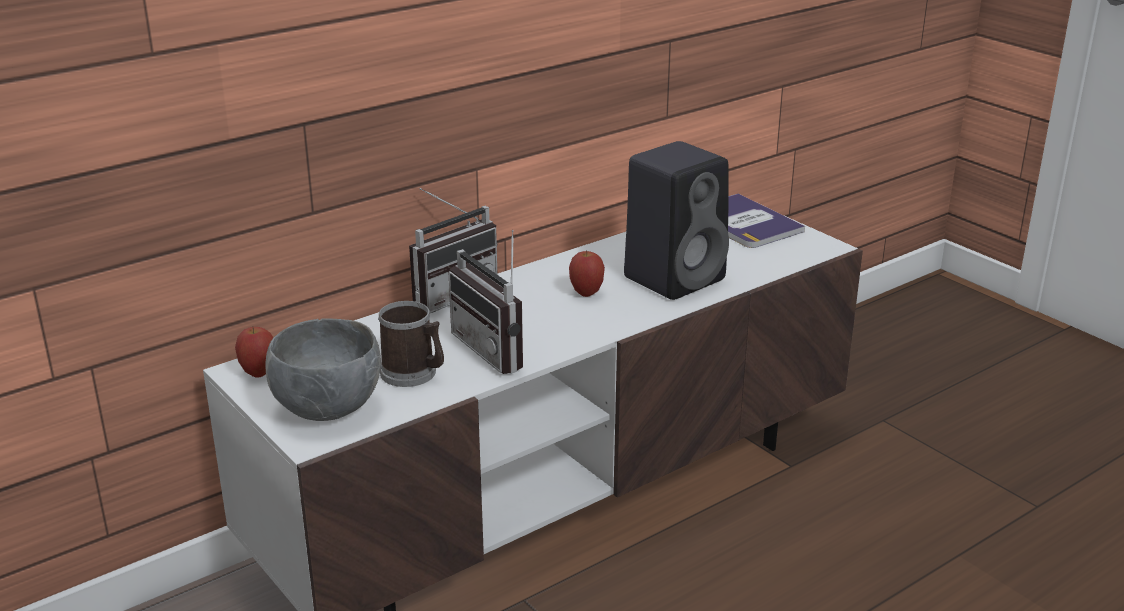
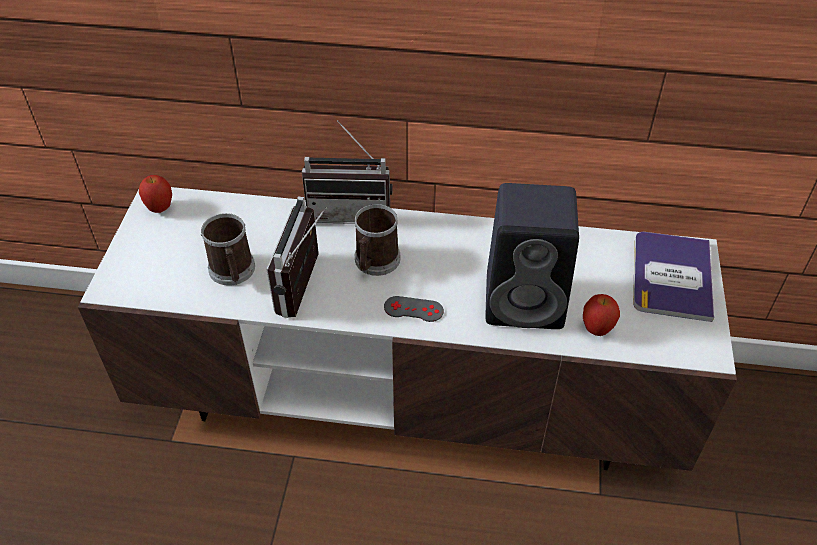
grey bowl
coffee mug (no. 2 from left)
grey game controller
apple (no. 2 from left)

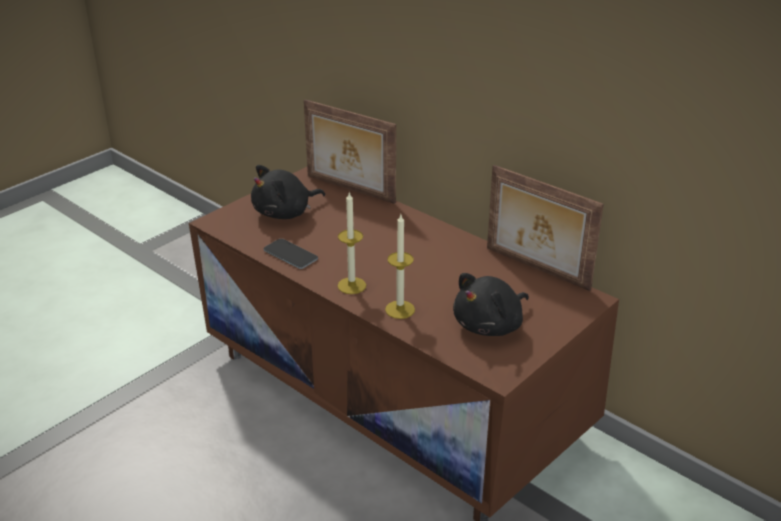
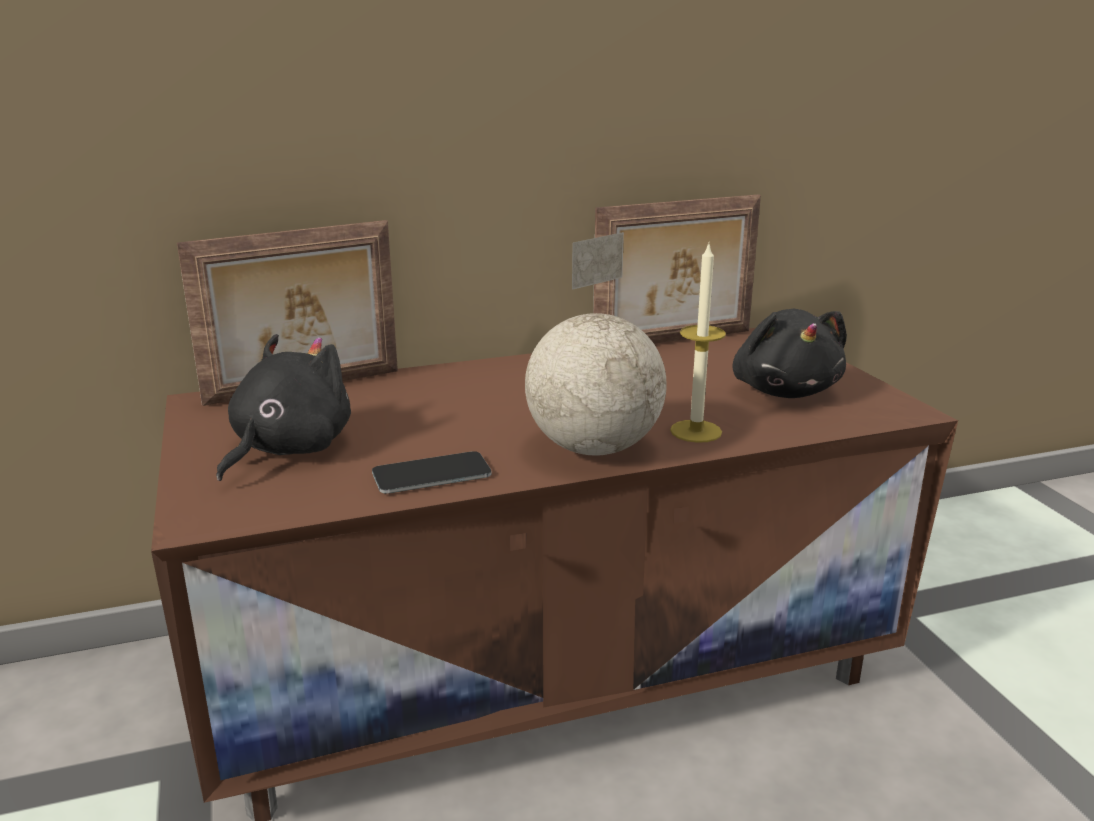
globe
blackish soft toy (no. 1 from left)

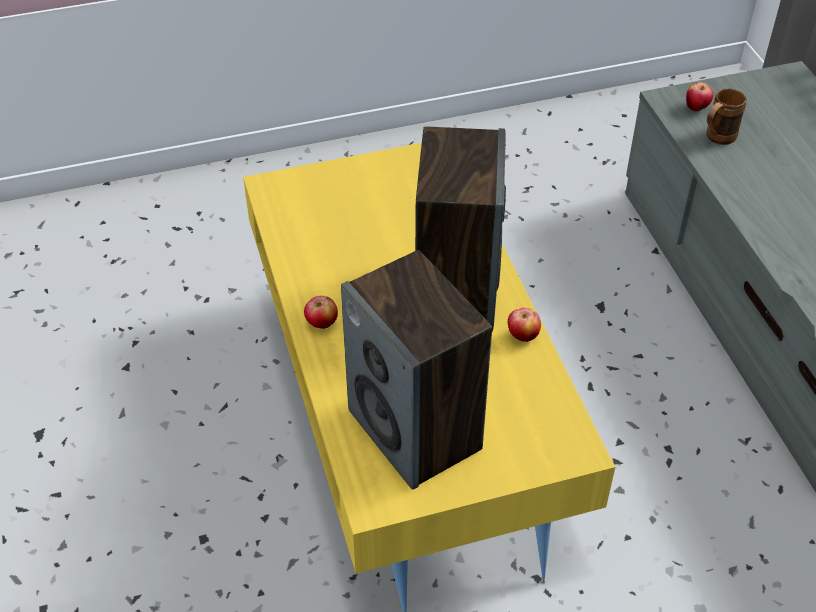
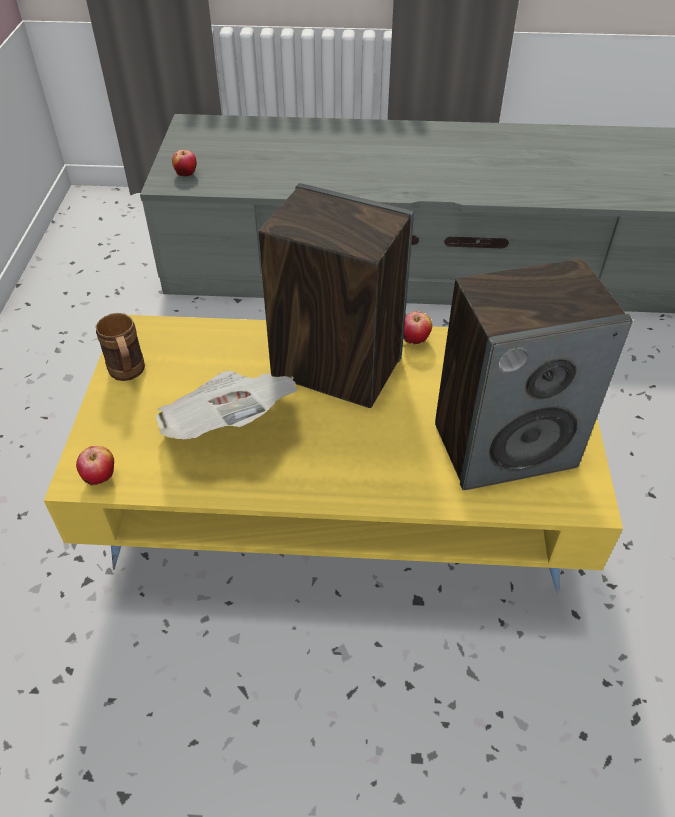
printed paper
apple (no. 1 from left)
brown-coloured coffee mug

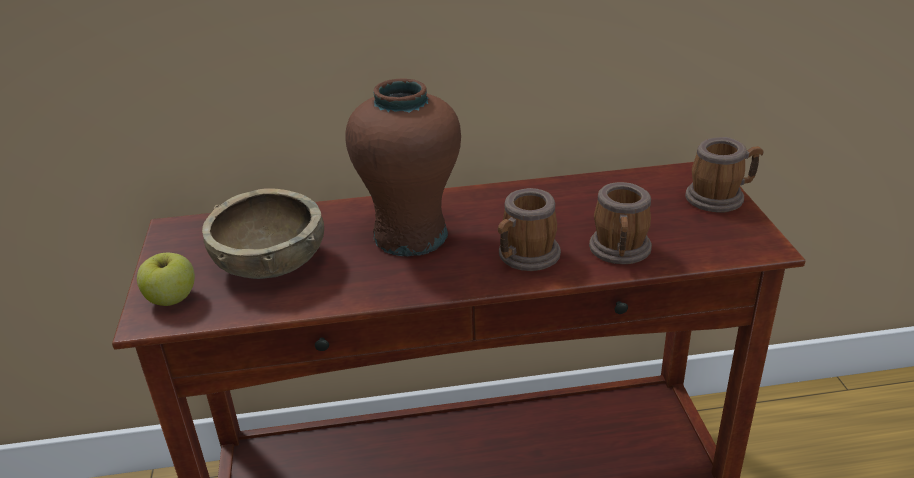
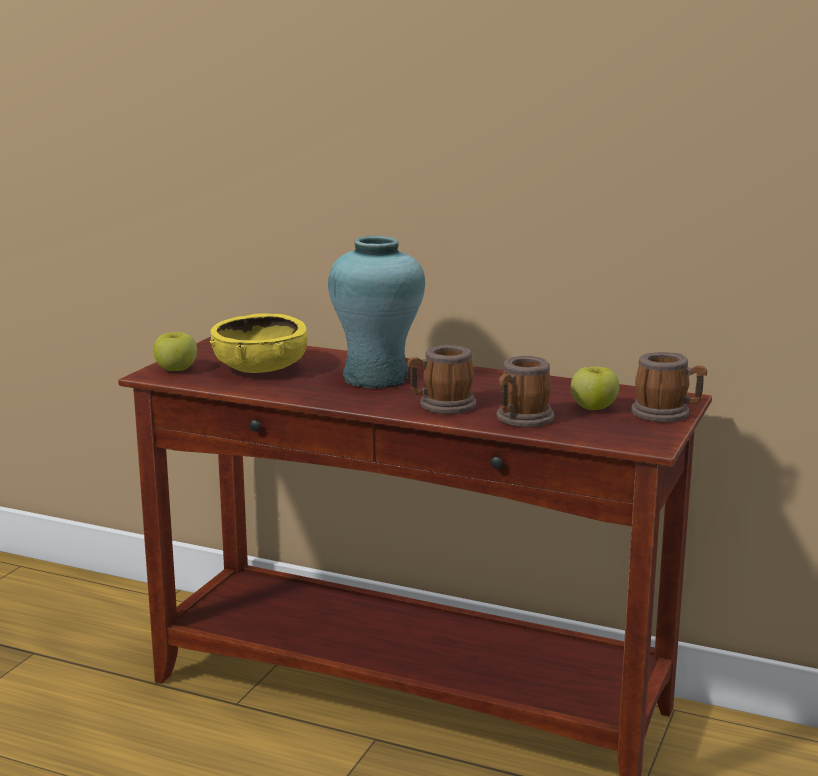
apple (no. 2 from left)
yellow bowl
turquoise vase

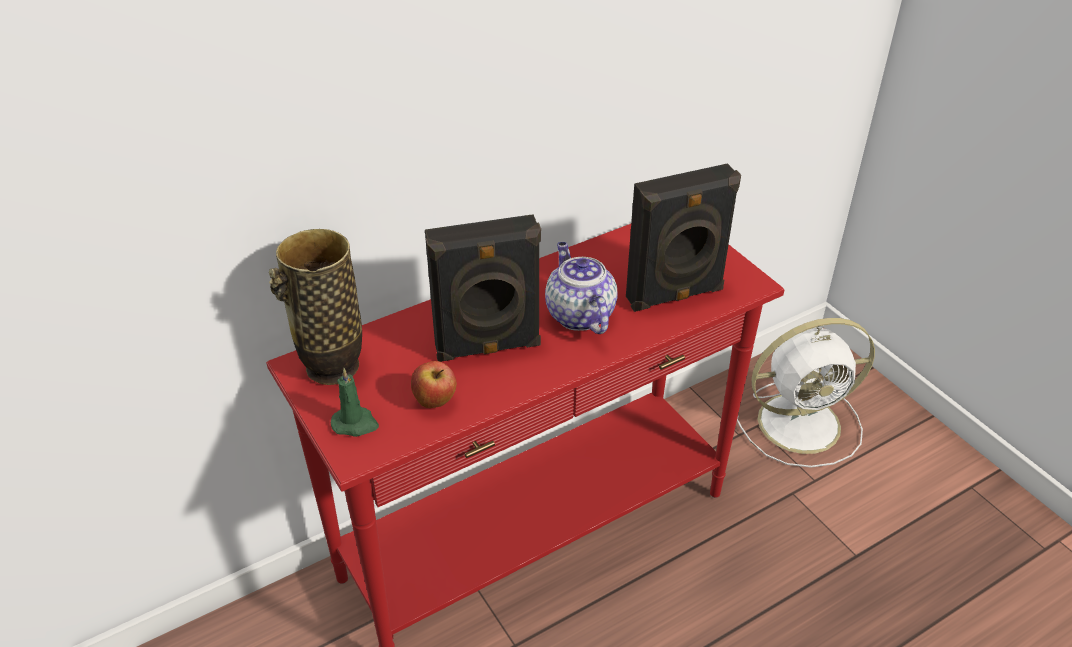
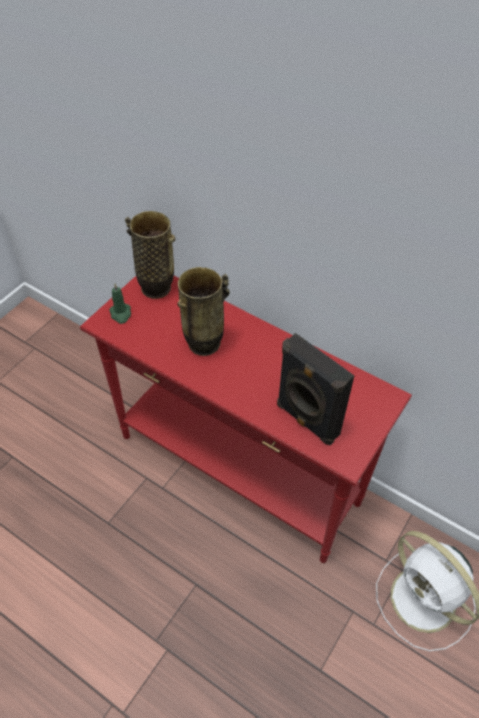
apple
teapot
vase (no. 2 from left)

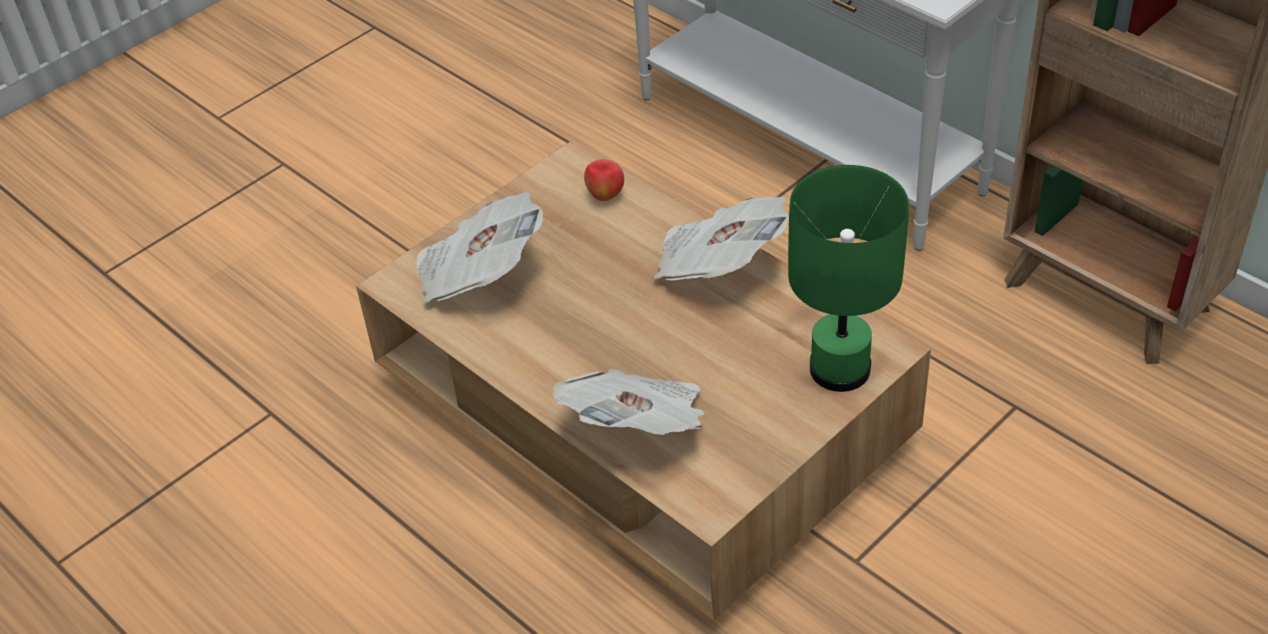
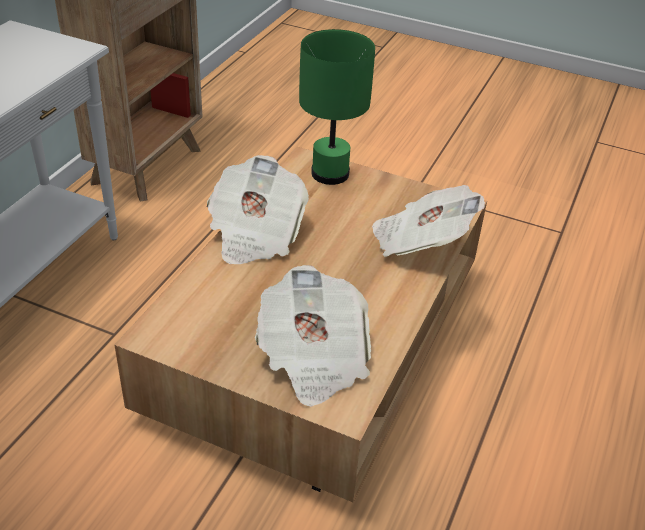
apple

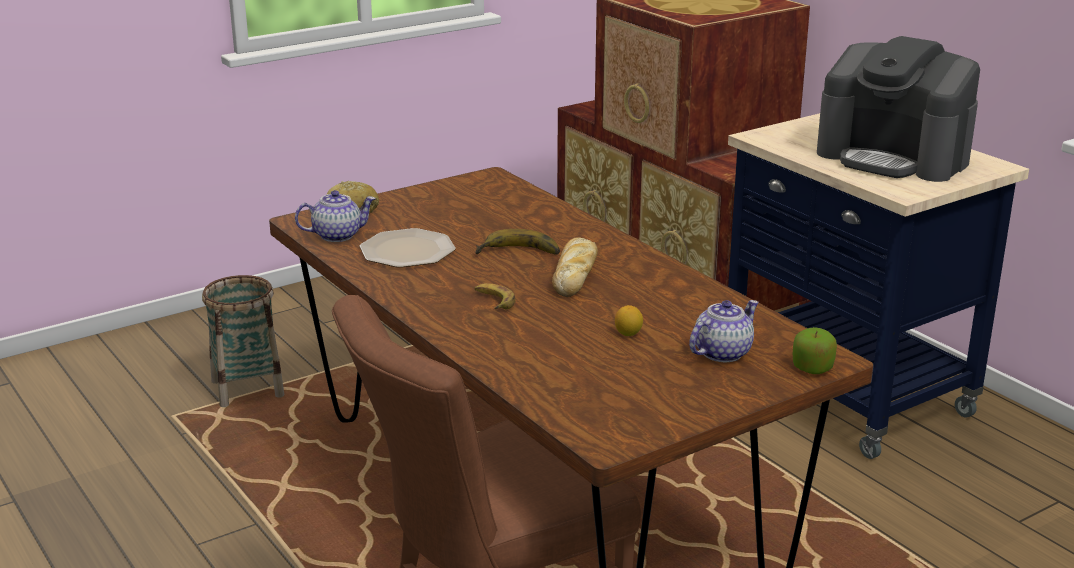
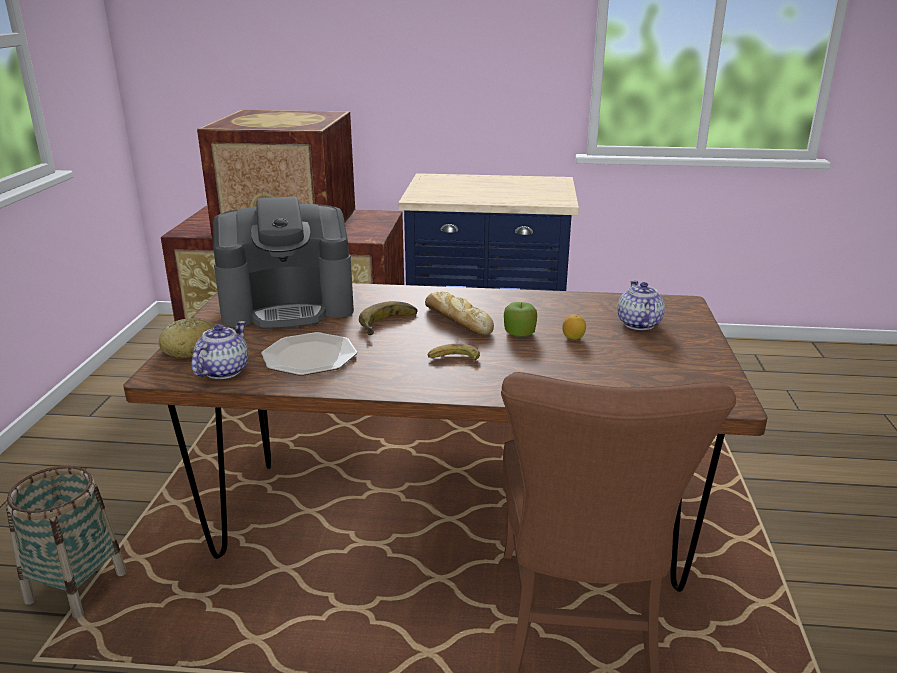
apple
coffee brewer

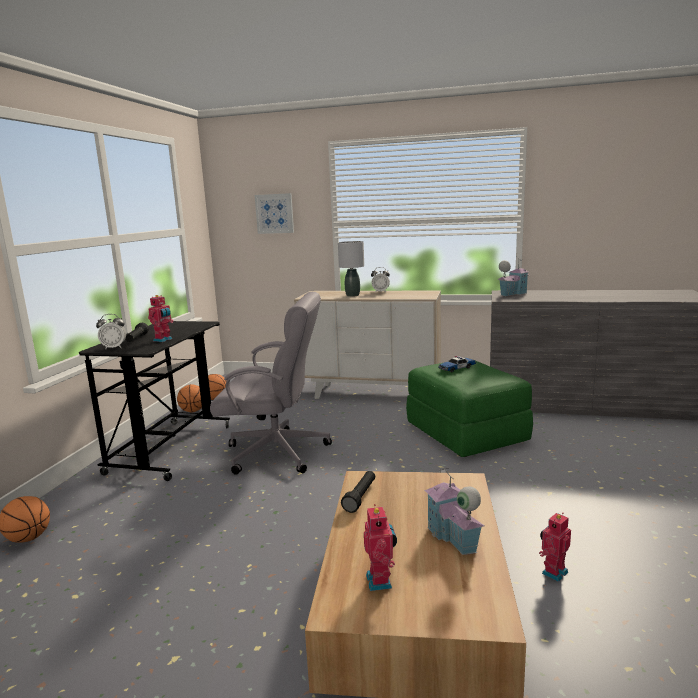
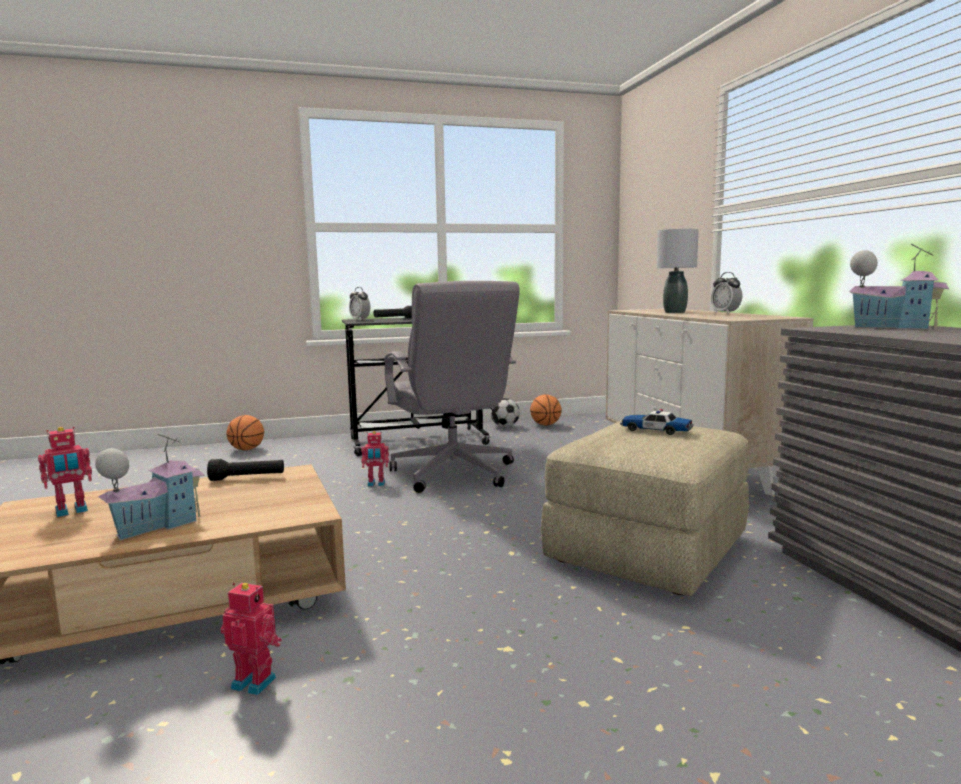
wall art
toy robot (no. 3 from left)
ball for football
beige pouffe

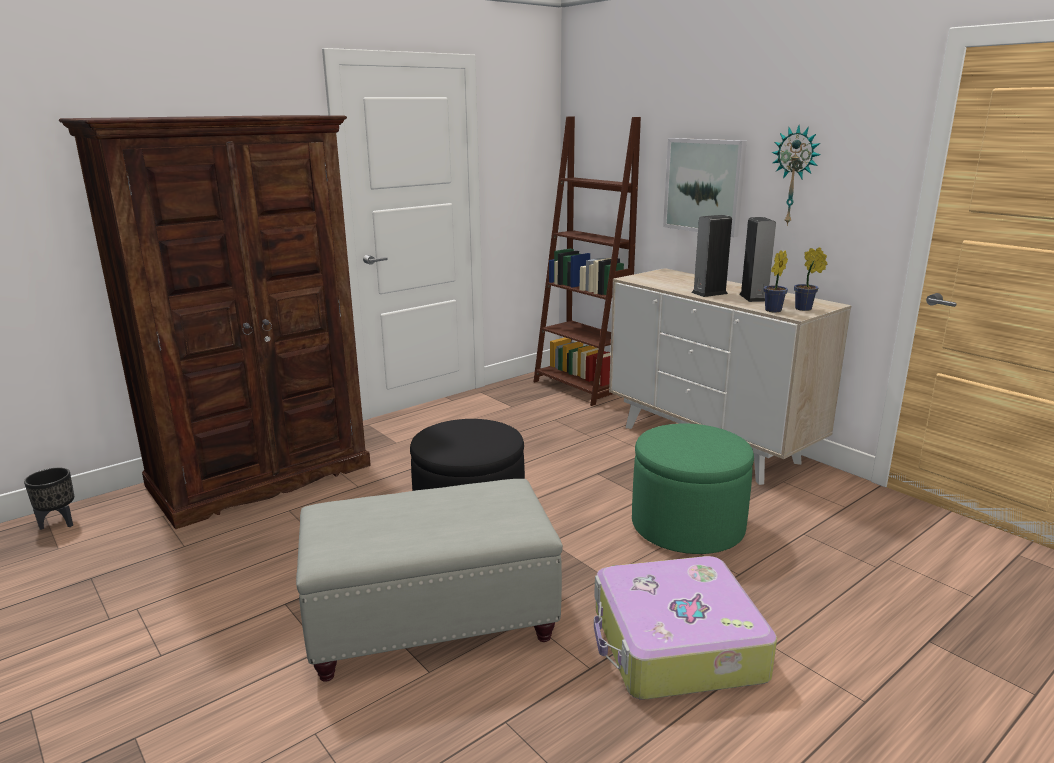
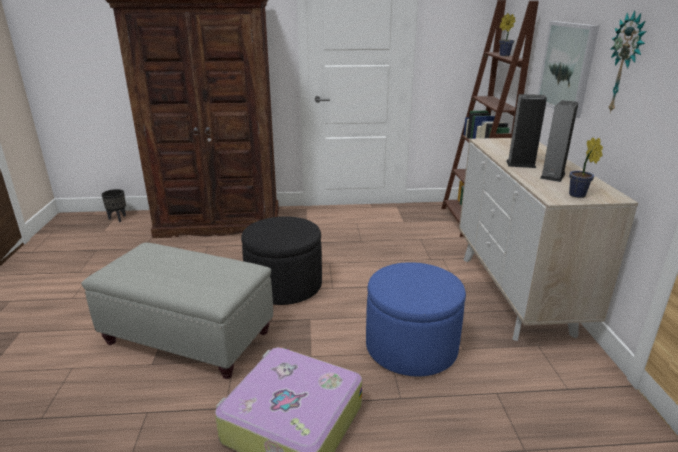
plant in a pot (no. 1 from left)
blue pouffe

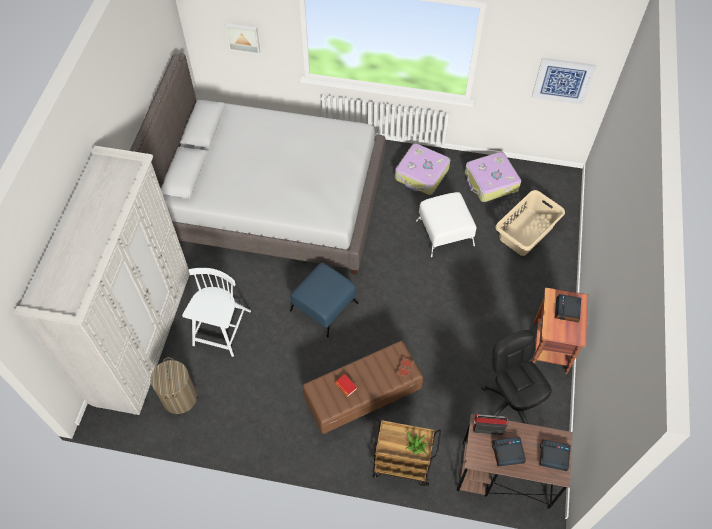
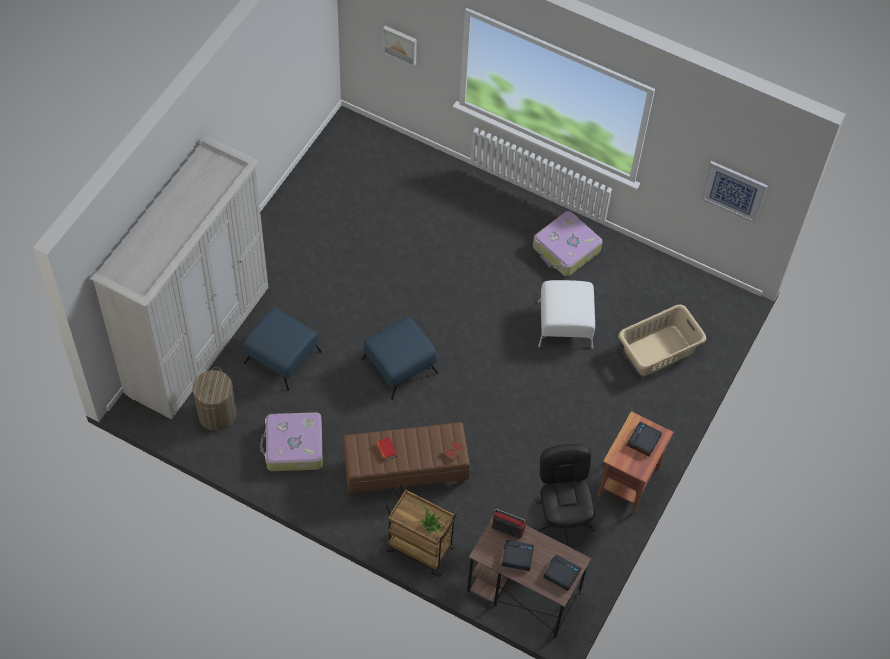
grey sleeping bed
piece of luggage (no. 1 from left)
blue pouffe (no. 1 from left)

